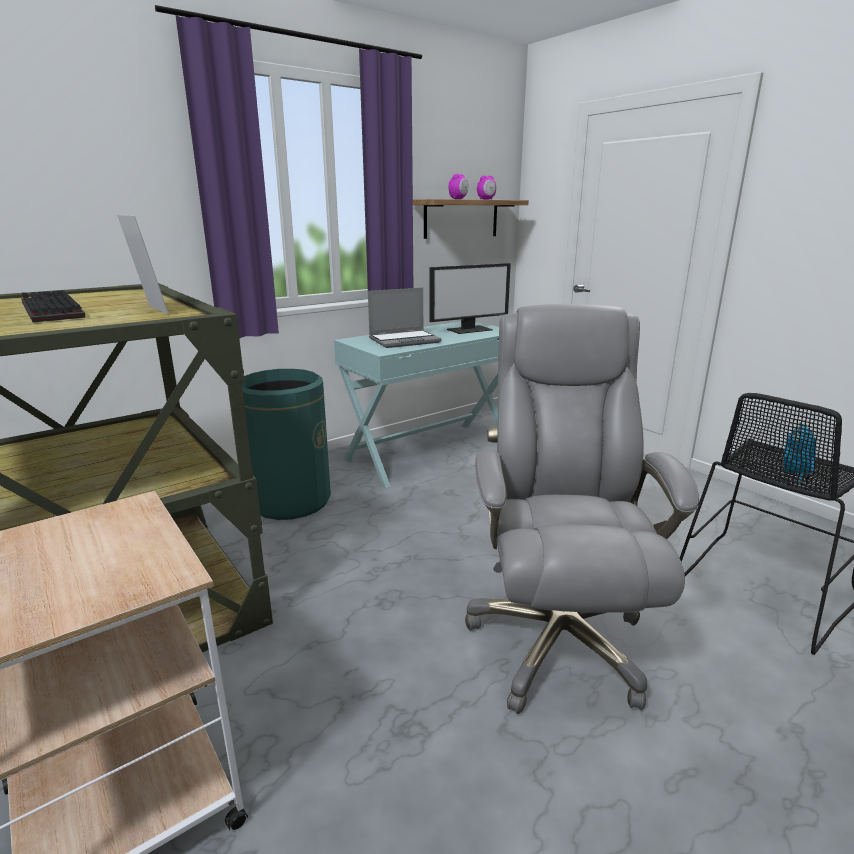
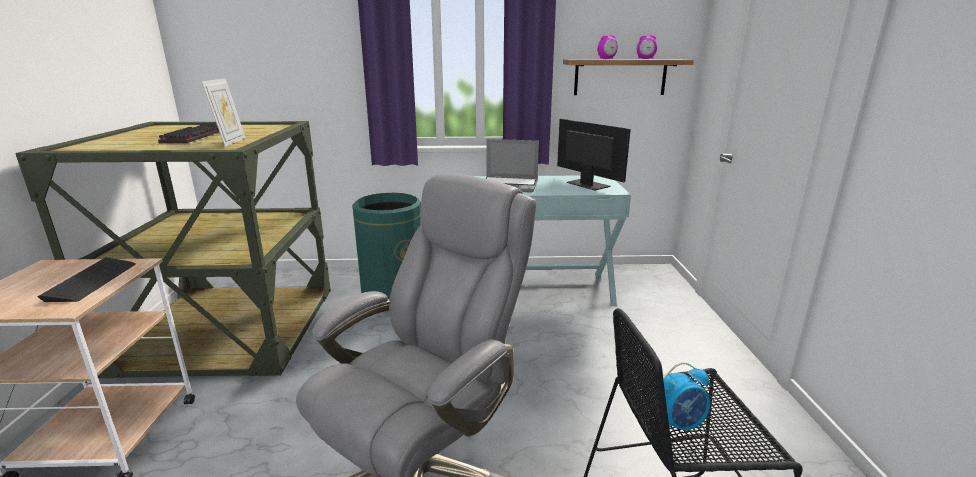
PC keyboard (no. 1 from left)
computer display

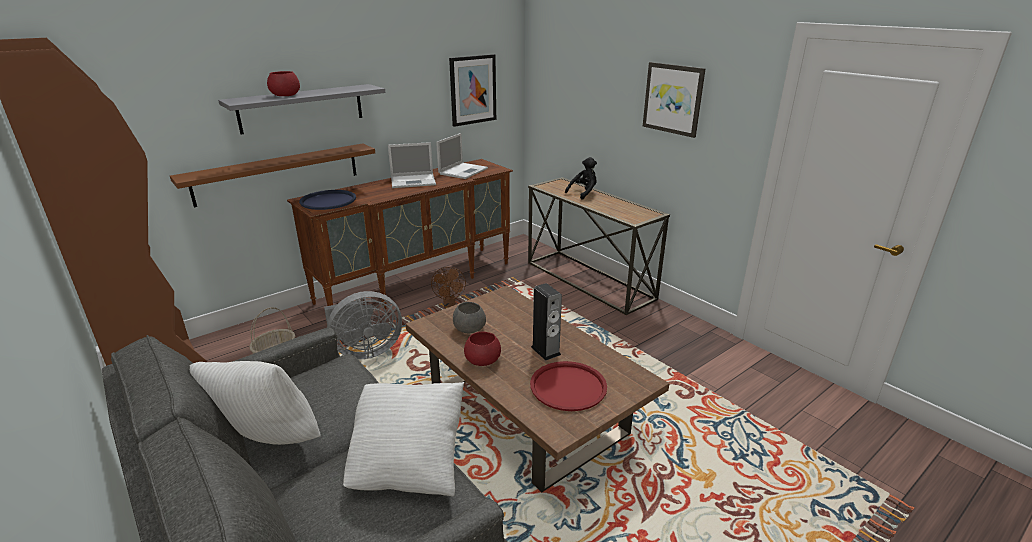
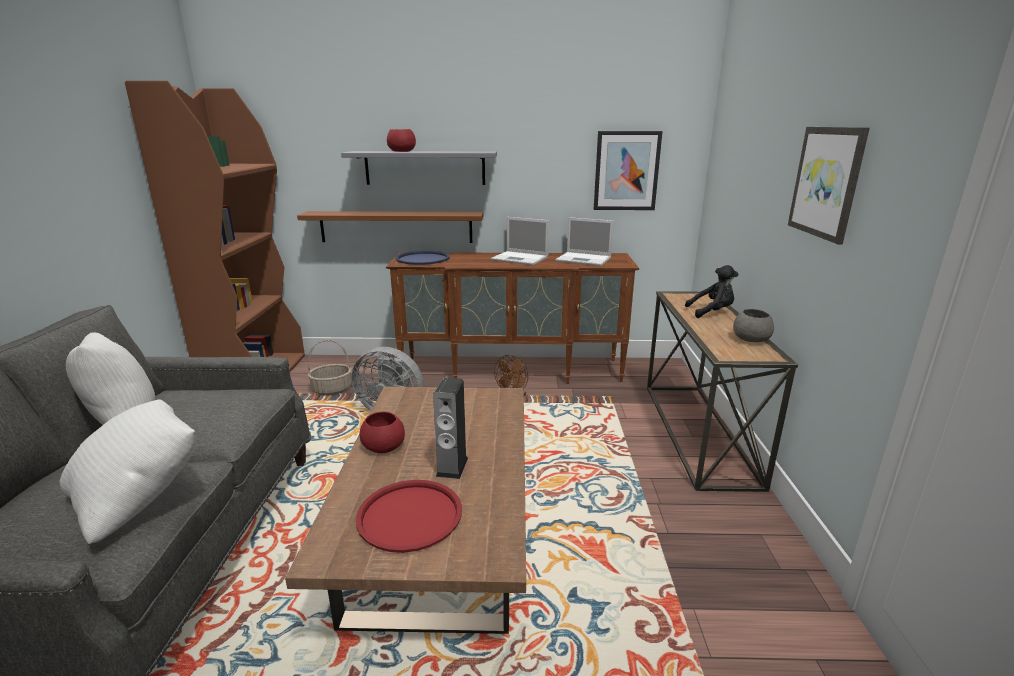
grey bowl
portable computer (no. 2 from left)

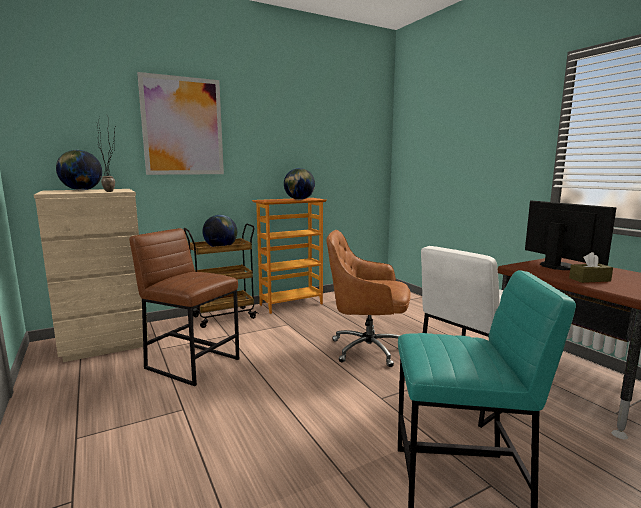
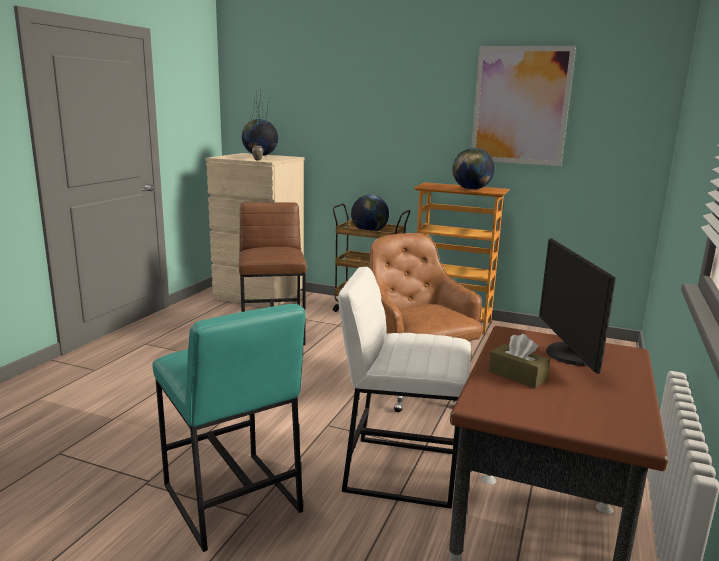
wall art
computer display

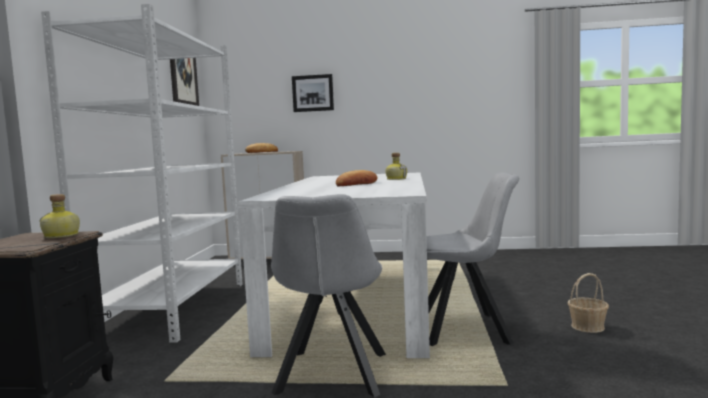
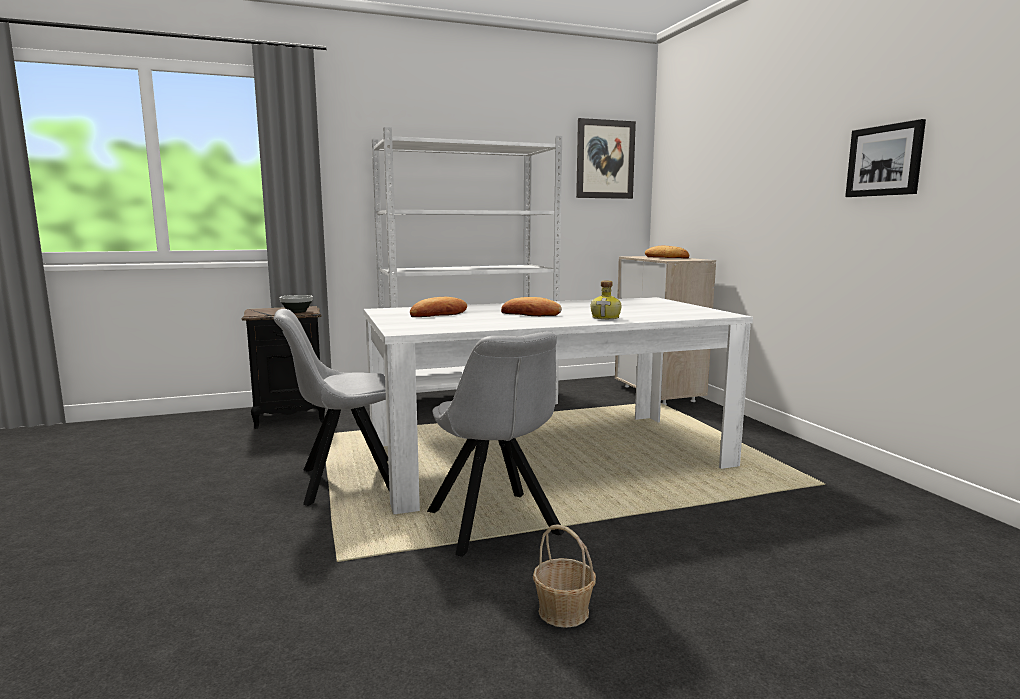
bakery bread (no. 1 from left)
wall art (no. 2 from left)
bowl

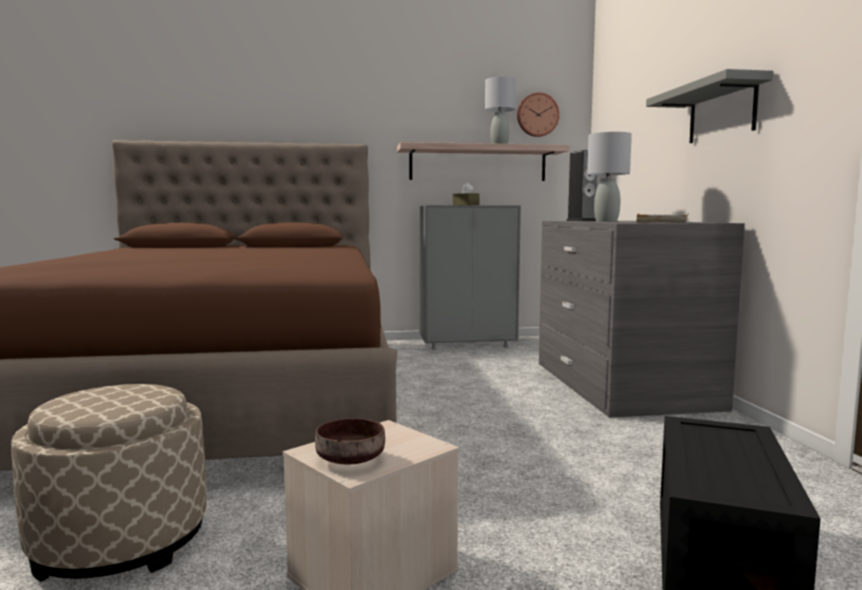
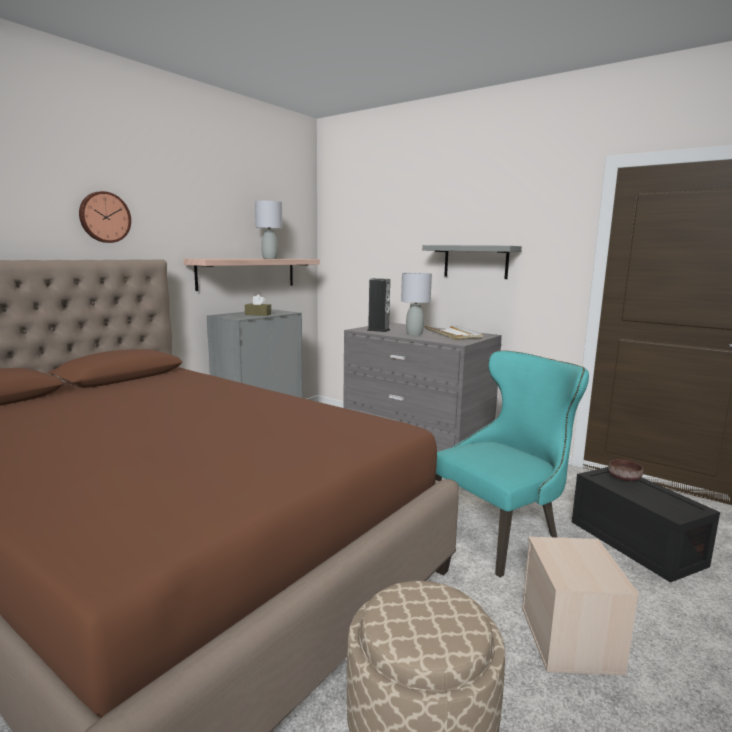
turquoise chair
brown-coloured bowl
clock on the wall

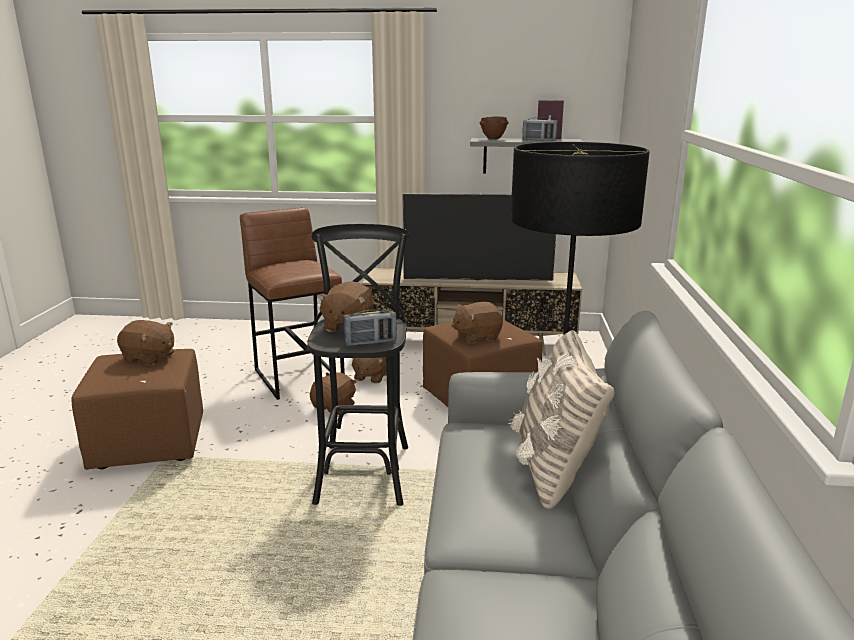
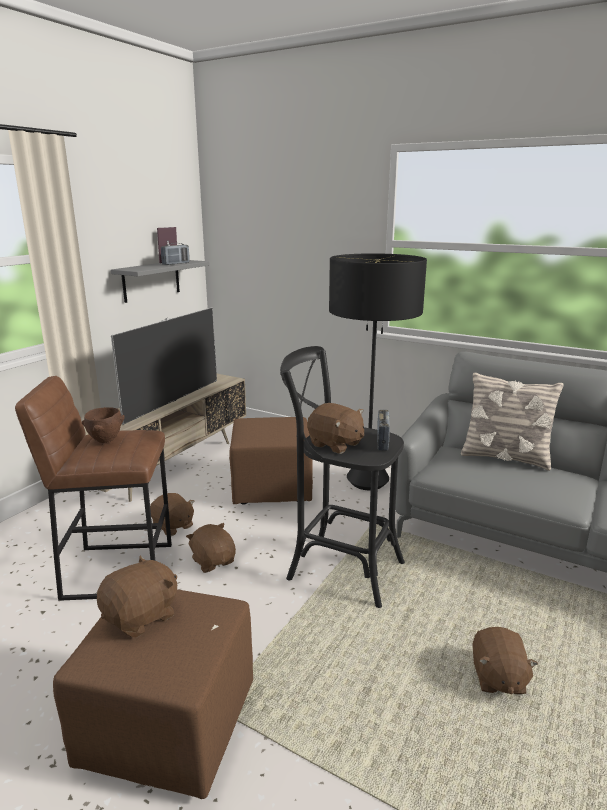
brown-coloured soft toy (no. 5 from left)
brown-coloured bowl

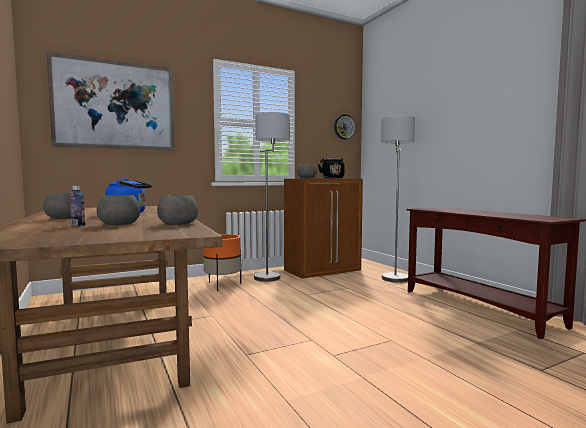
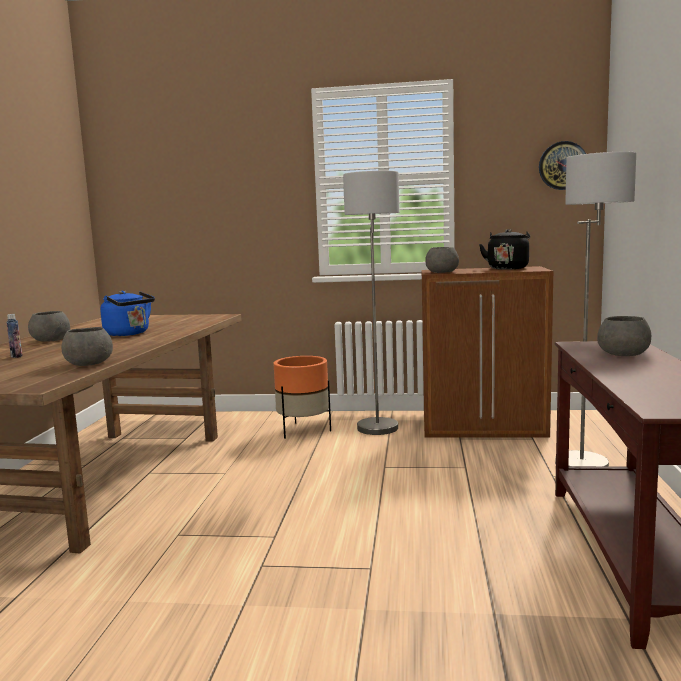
wall art
grey bowl (no. 4 from left)

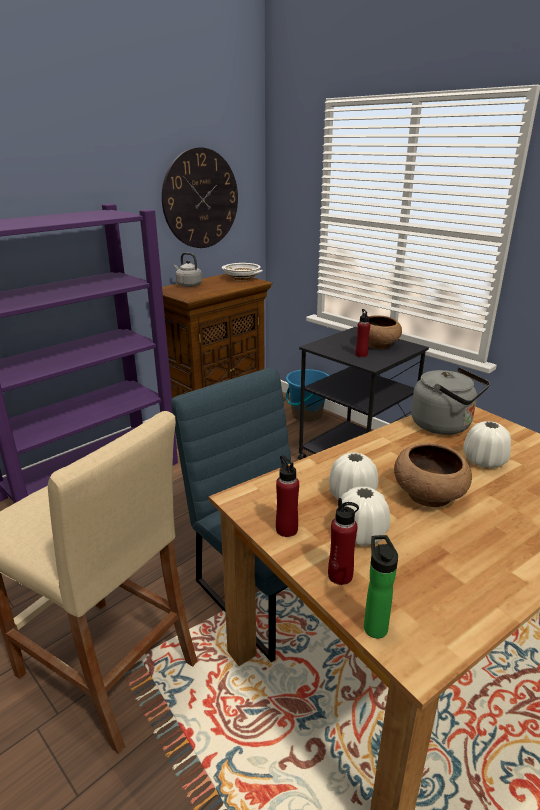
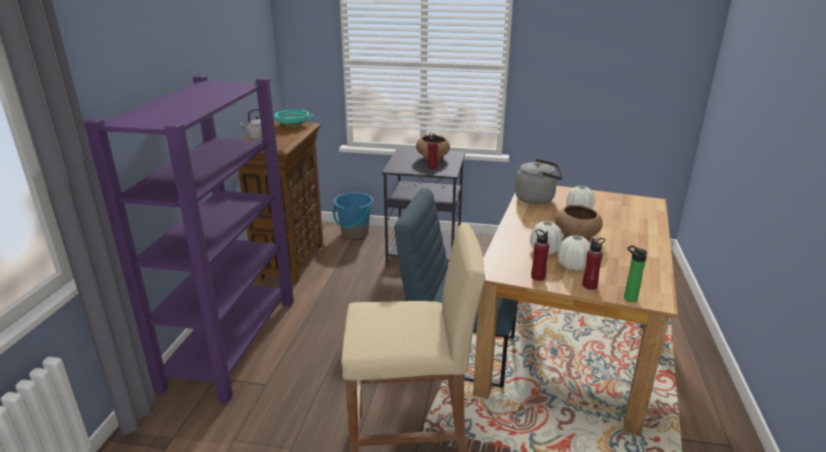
clock on the wall
turquoise bowl

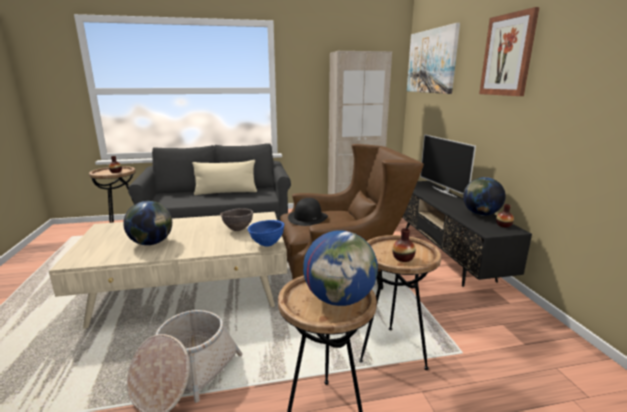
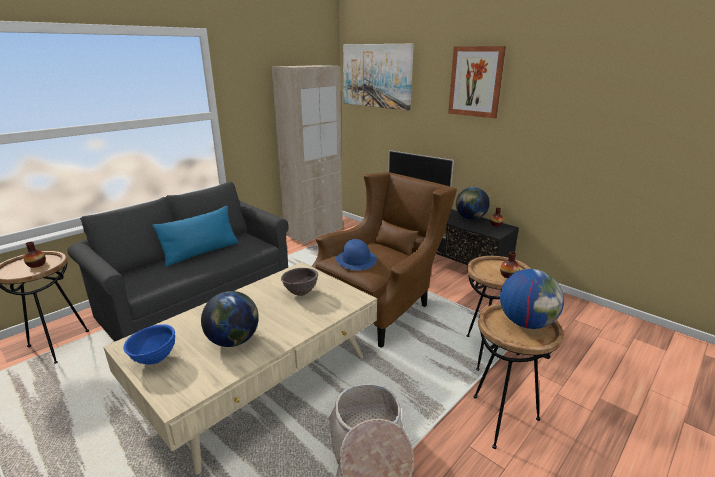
blue bowl
blue cushion
blue hat

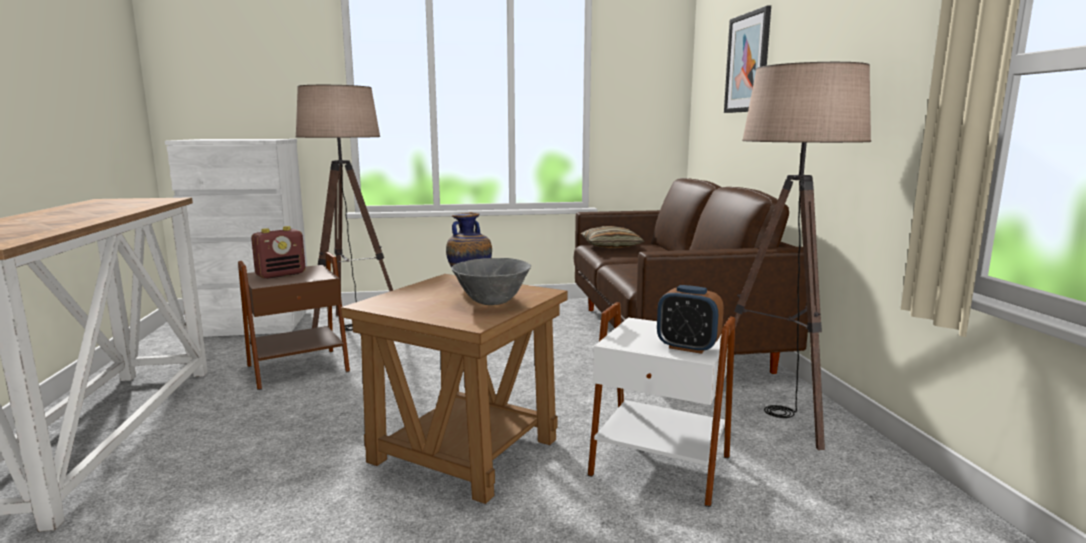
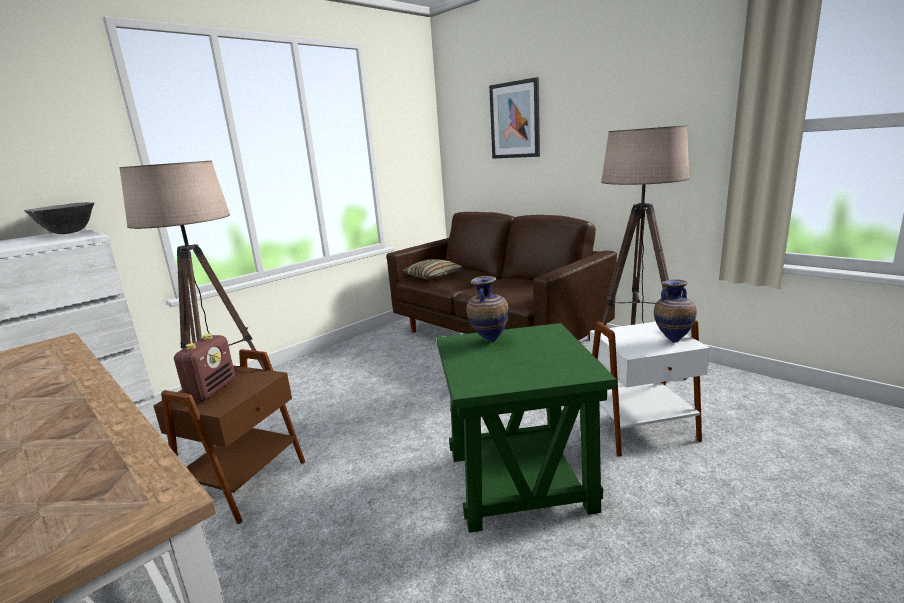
grey bowl
vase (no. 2 from left)
green end table

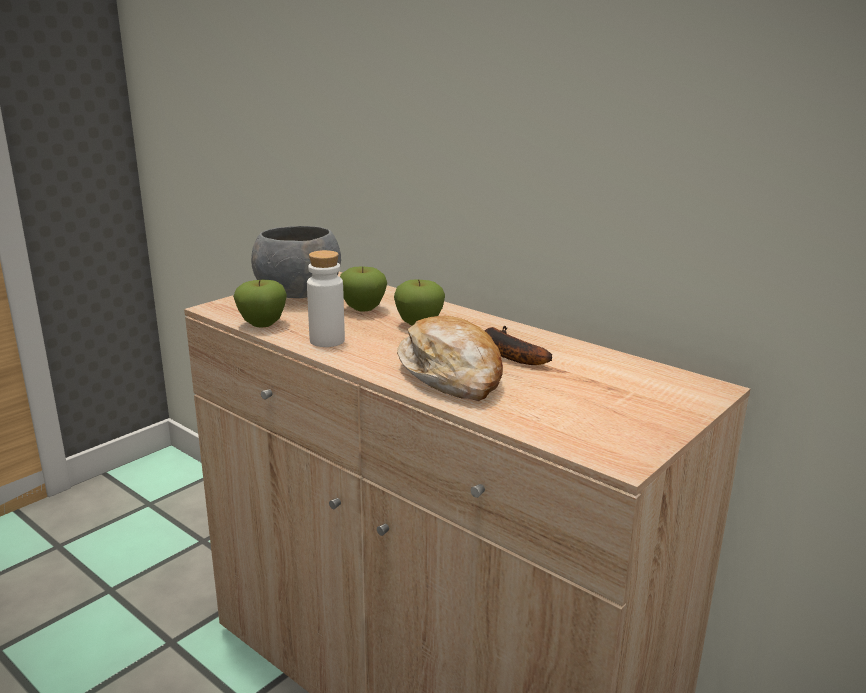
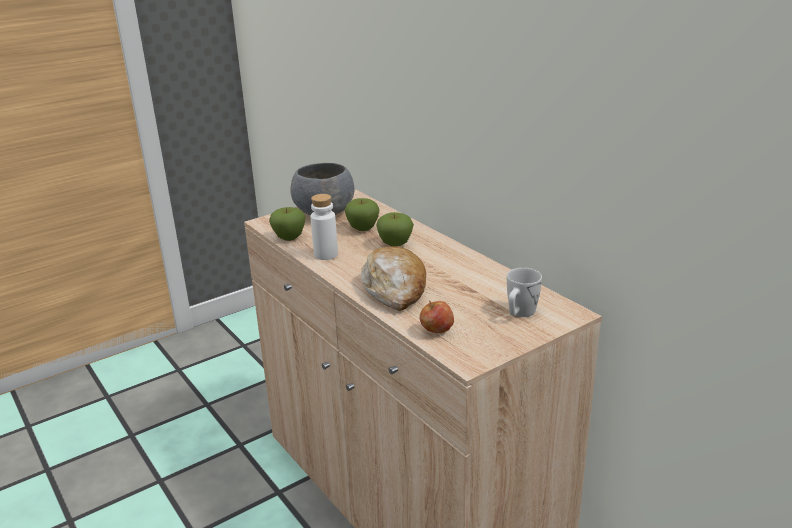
banana
apple (no. 4 from left)
whitish coffee mug

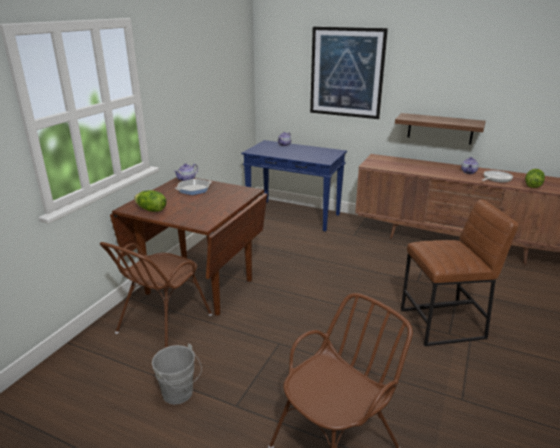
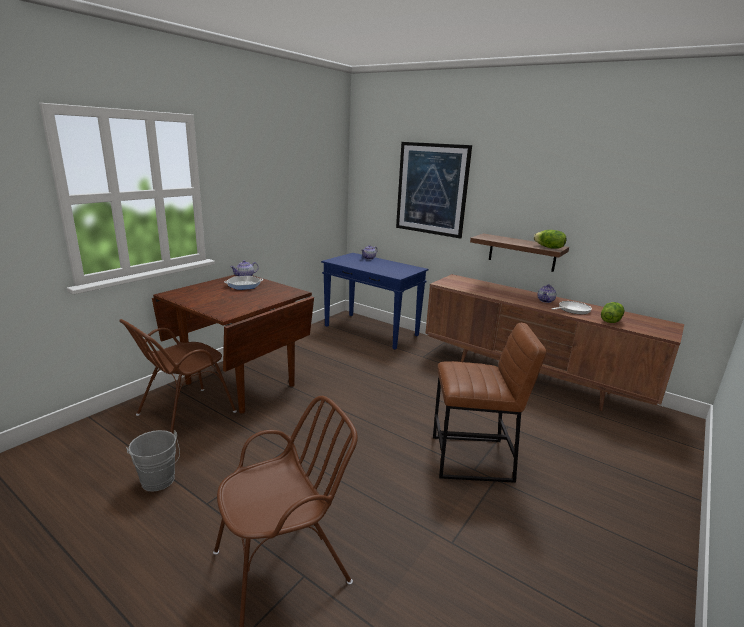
lettuce head (no. 1 from left)

